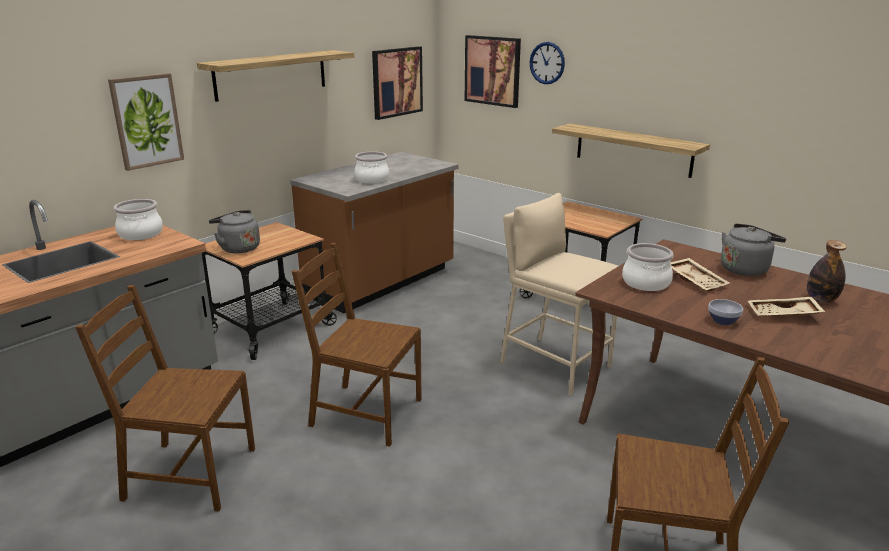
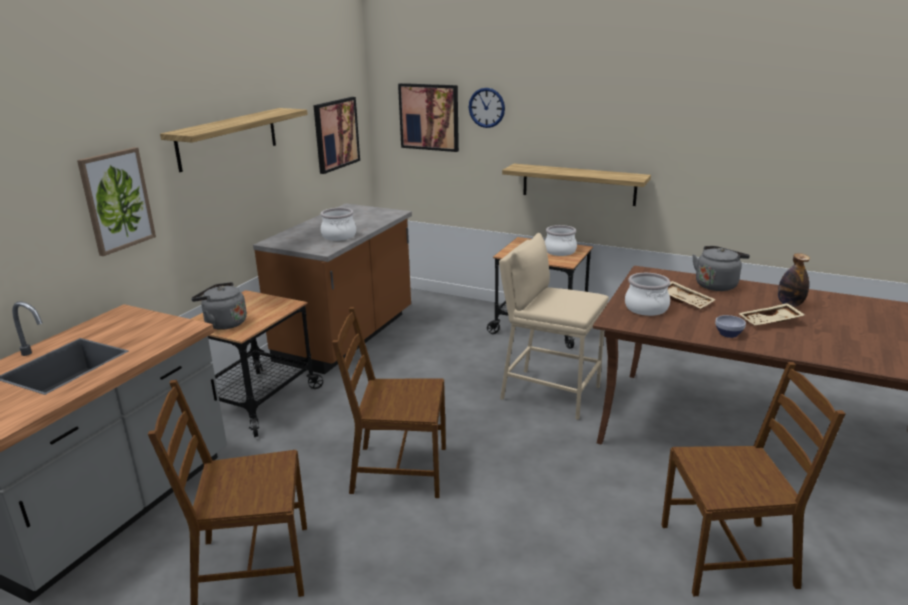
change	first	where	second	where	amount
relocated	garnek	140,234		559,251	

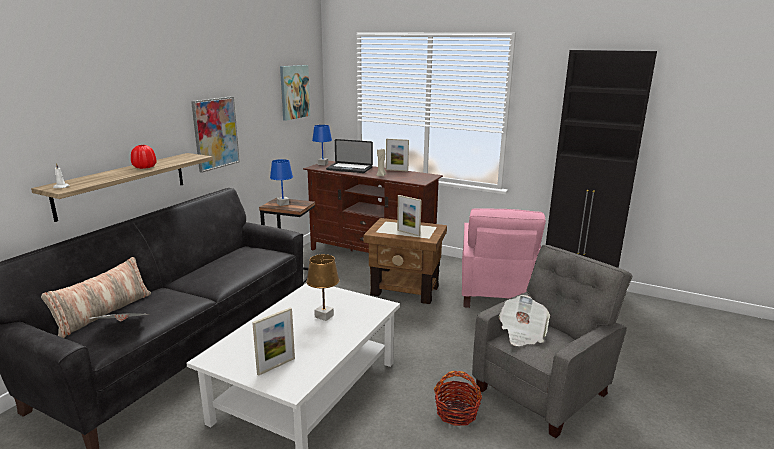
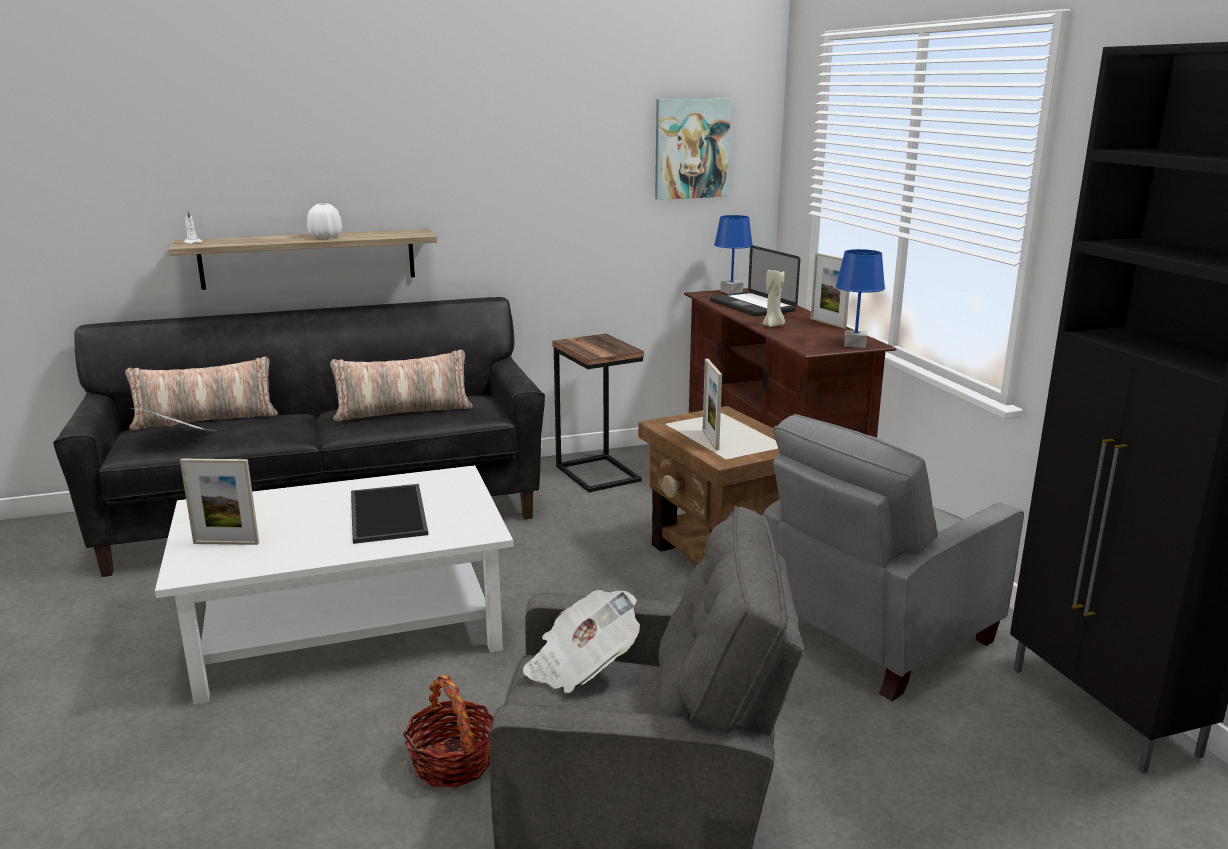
change	first	where	second	where	amount
missing	obraz	215,133			
appeared			poduszka	403,411	
relocated	lampa stołowa [niebieski]	283,204		855,345	
exchanged	lampa stołowa [brązowy]	324,316	taca	390,514	
colour	wazon [czerwony]	145,167	wazon [biały]	326,237	
colour	fotel [różowy]	495,294	fotel [szary]	875,636	

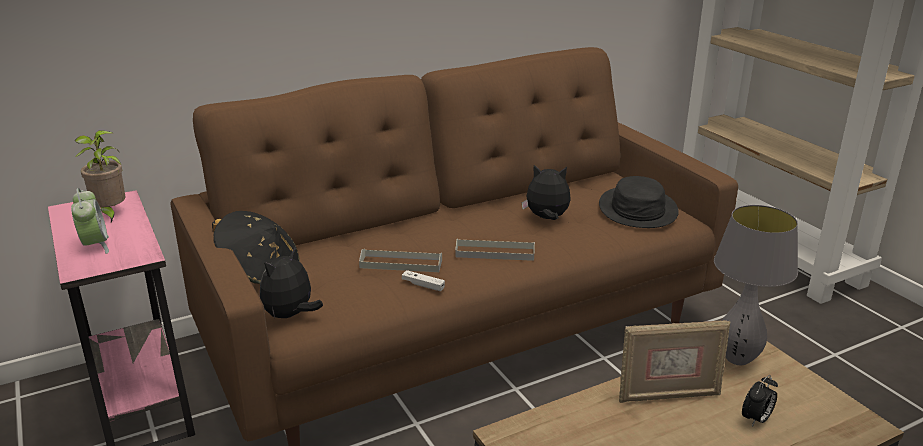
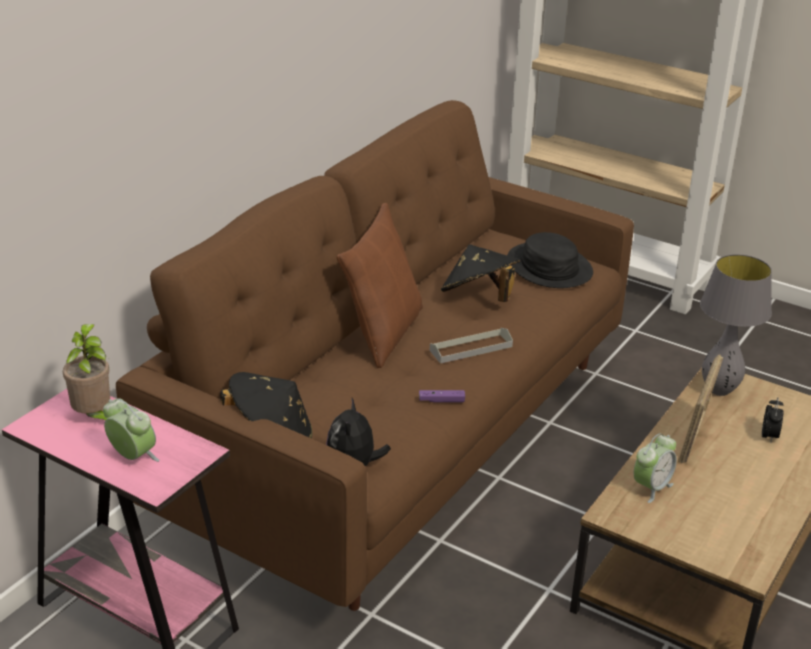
change	first	where	second	where	amount
missing	taca [szary]	401,264			
appeared			poduszka [brązowy]	382,333	
appeared			budzik	651,488	
exchanged	pluszak	547,218	kapelusz [czarny]	479,298	
colour	pad do gier [biały]	423,285	pad do gier [fioletowy]	441,401	
spun	ramka na zdjęcie	668,395		695,438	150 degrees clockwise

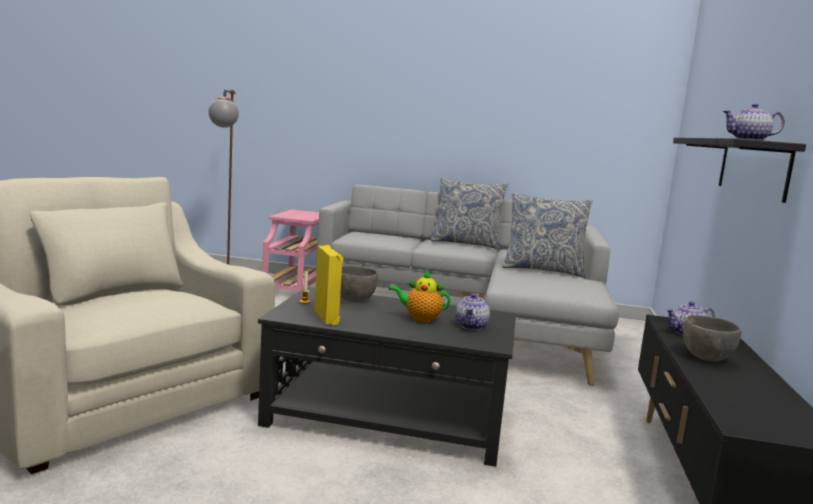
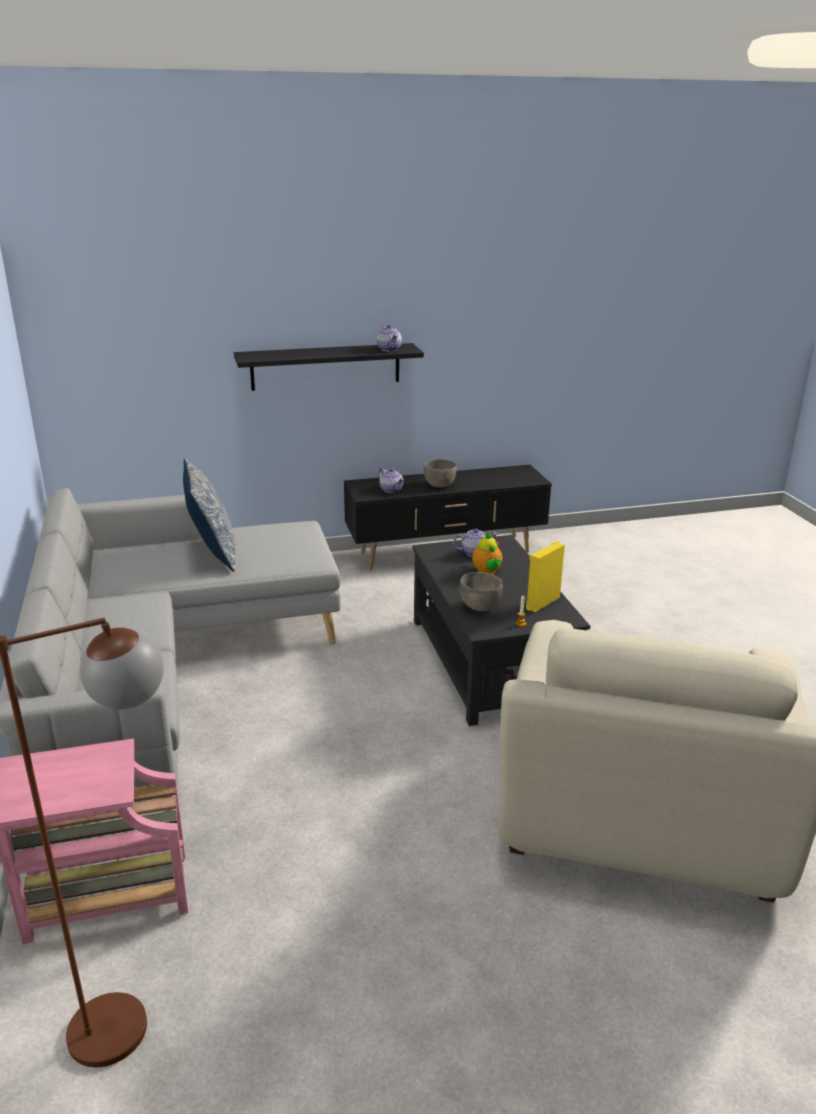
change	first	where	second	where	amount
missing	poduszka	466,243			

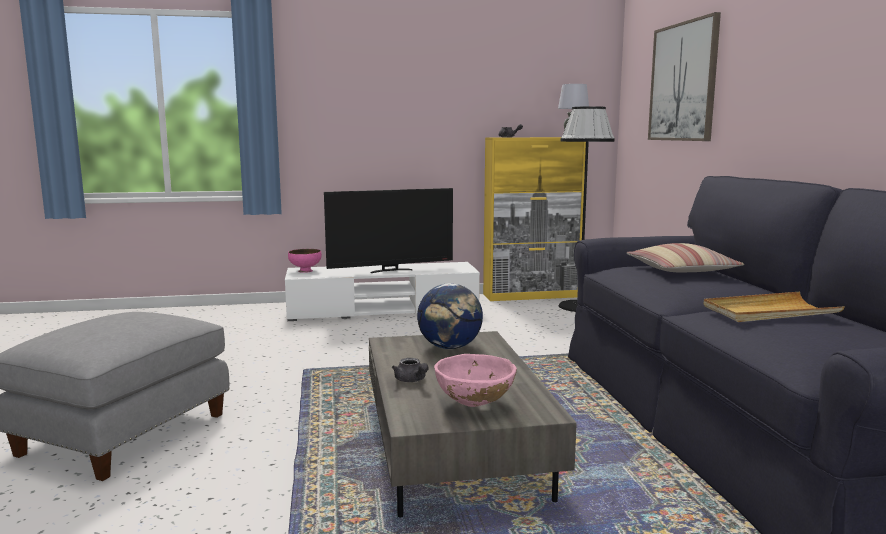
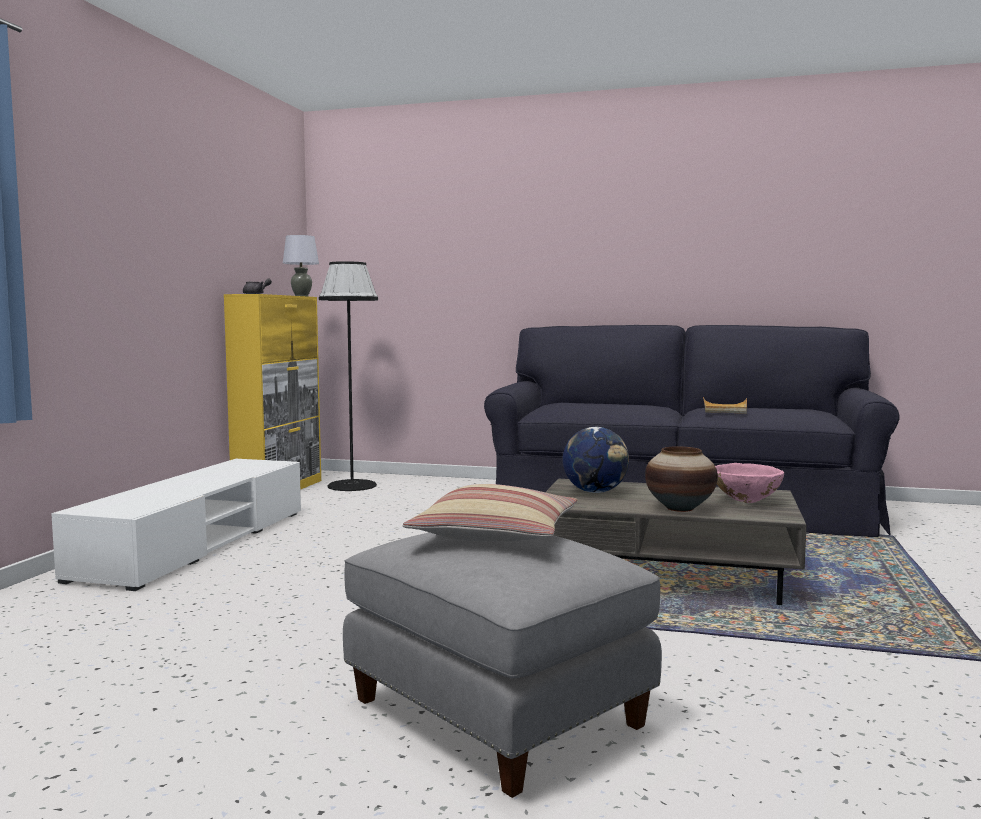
change	first	where	second	where	amount
missing	miska [różowy]	305,271			
missing	telewizor	390,270			
missing	obraz	683,82			
relocated	poduszka	681,271		495,534	
exchanged	imbryk [szary]	411,380	wazon	680,508	

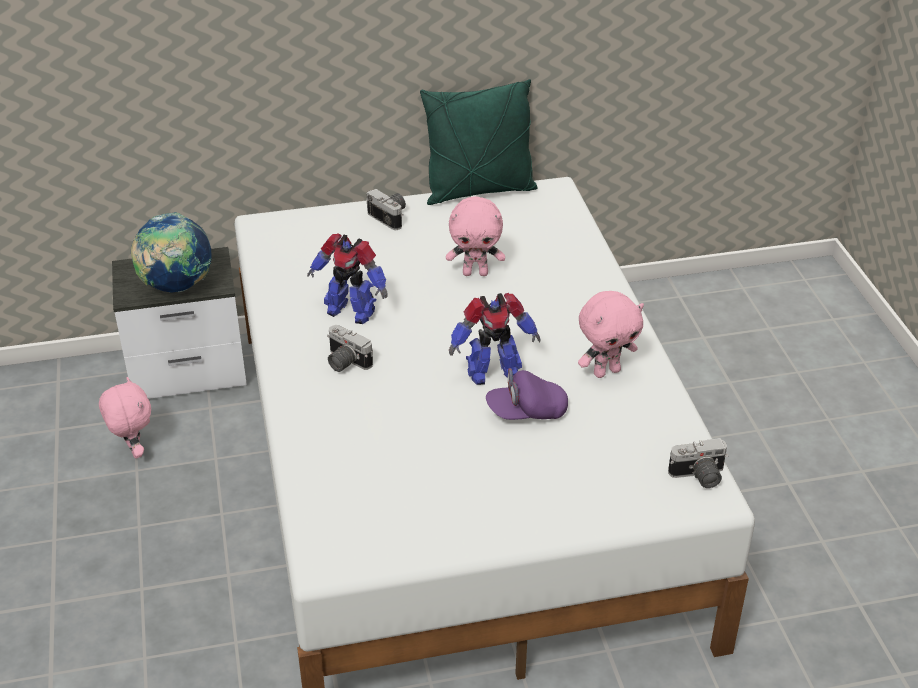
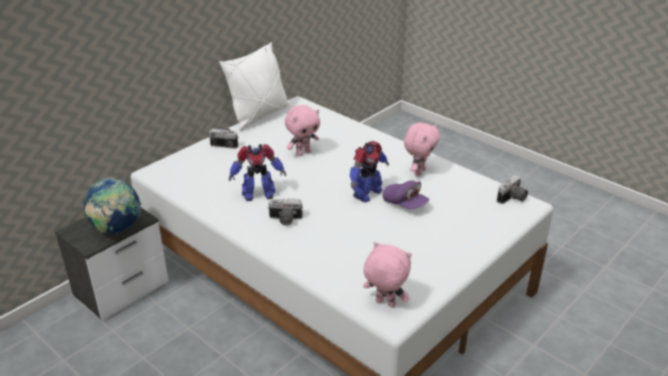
change	first	where	second	where	amount
relocated	pluszak [różowy]	133,451		384,304	
colour	poduszka [zielony]	479,190	poduszka [biały]	259,116	
spun	czapka z daszkiem [fioletowy]	526,412		405,204	90 degrees counterclockwise

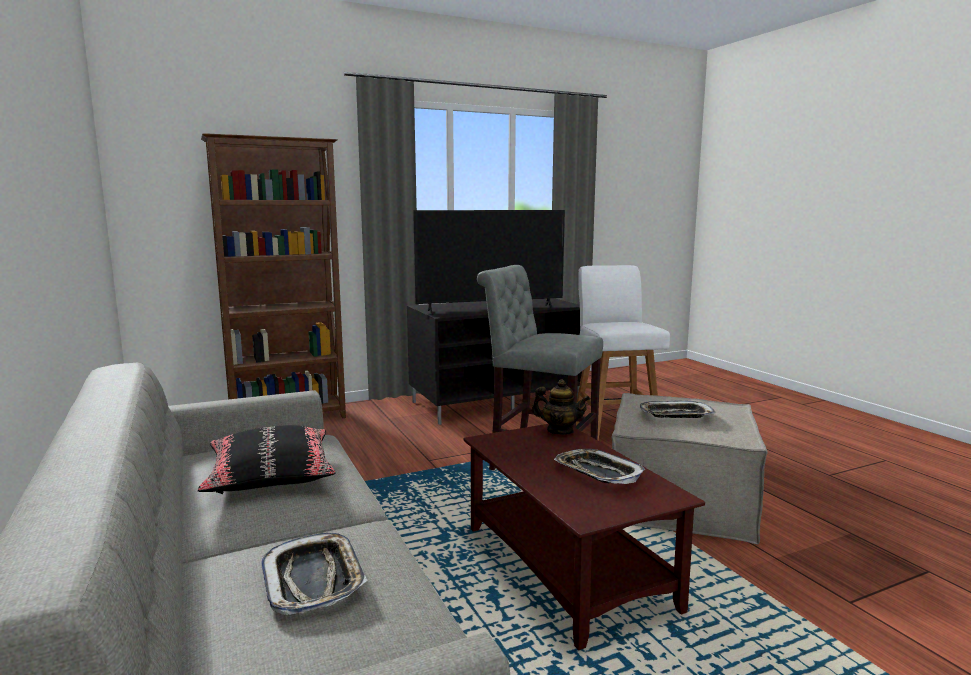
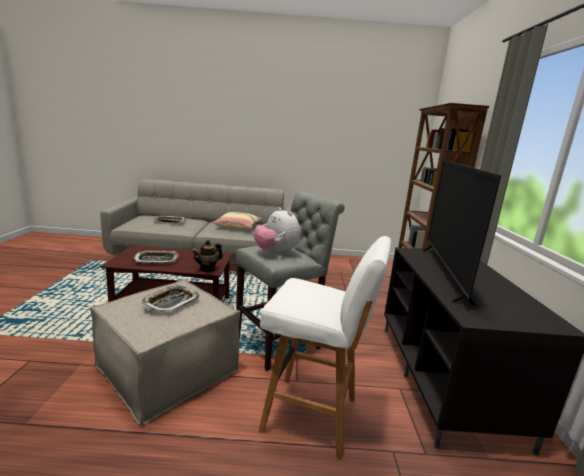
change	first	where	second	where	amount
appeared			pluszak	276,252	
colour	poduszka [czarny]	270,475	poduszka [beżowy]	237,226	

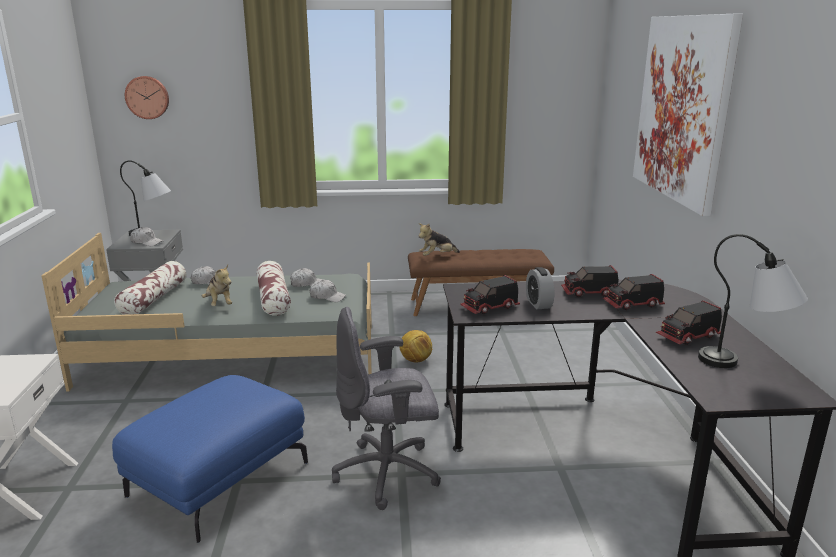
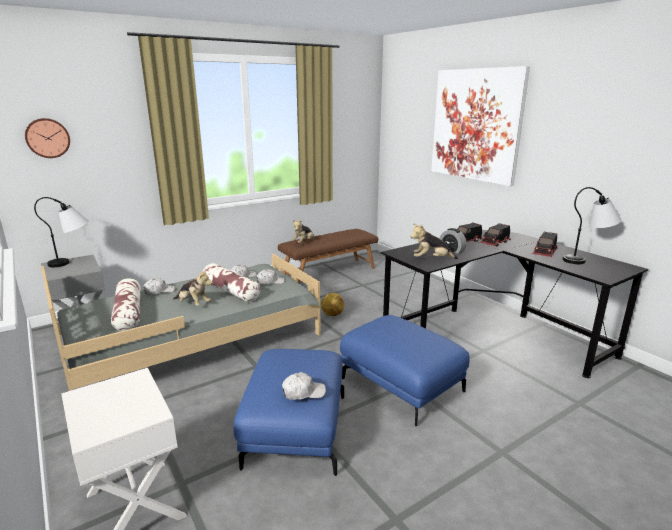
change	first	where	second	where	amount
relocated	czapka z daszkiem [biały]	147,242		303,392	
exchanged	krzesło biurowe [szary]	388,473	pufa [niebieski]	400,386	
exchanged	ciężarówka zabawkowa	490,308	pluszak	431,259	

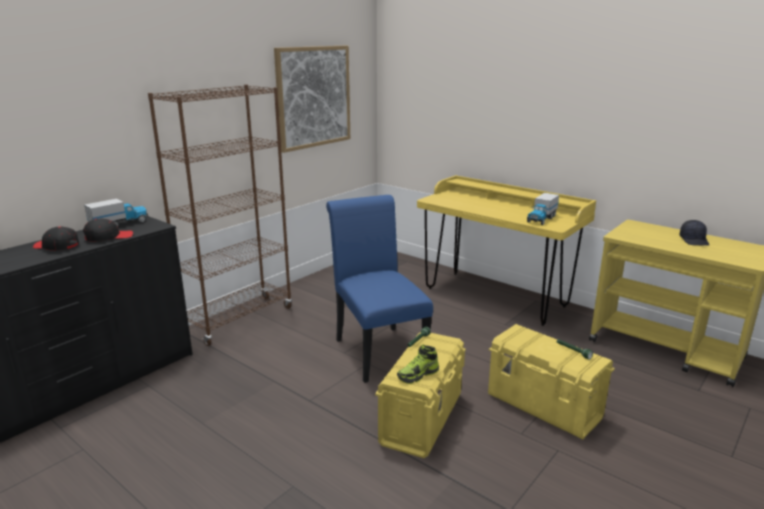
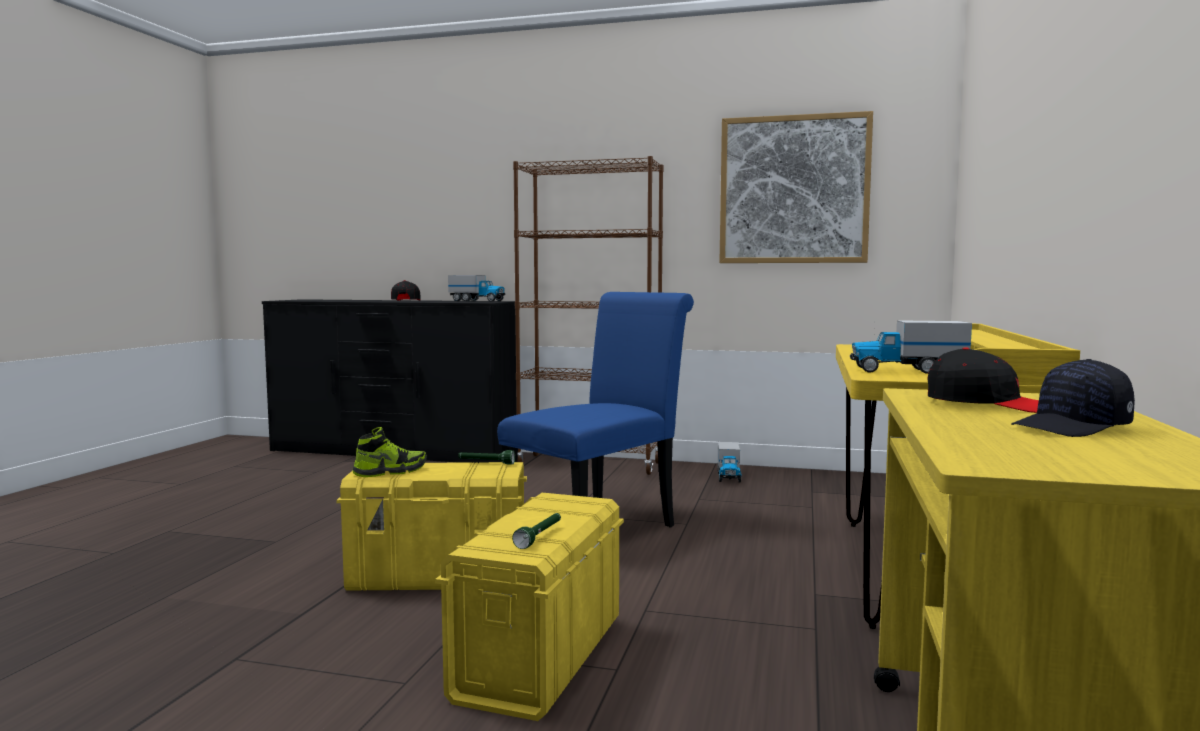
change	first	where	second	where	amount
appeared			ciężarówka zabawkowa	728,476	
relocated	czapka z daszkiem [czarny]	108,237		988,404	
spun	but	418,375		390,471	120 degrees clockwise

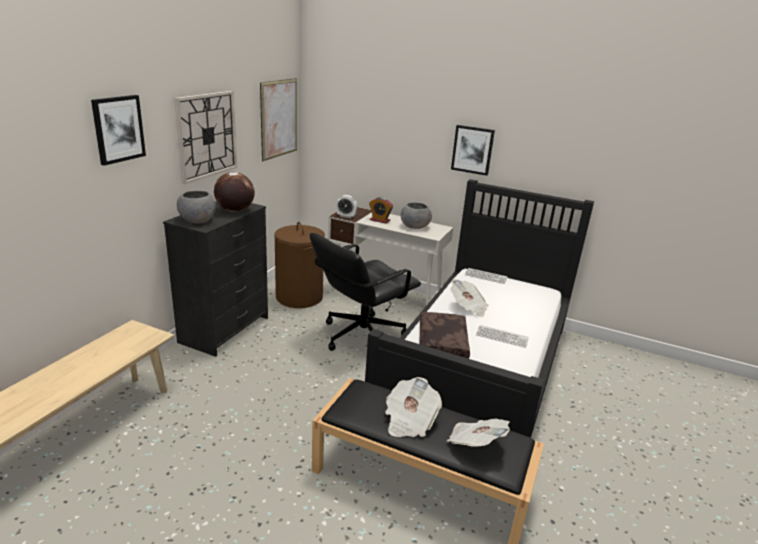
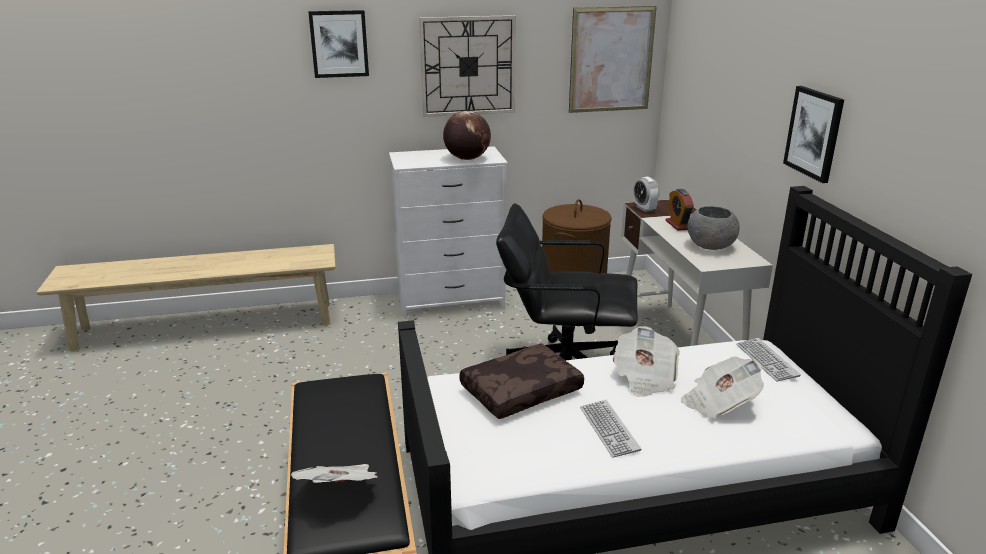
change	first	where	second	where	amount
missing	miska [szary]	197,220			
relocated	gazeta	409,420		719,403	
colour	komoda [czarny]	225,330	komoda [biały]	450,301	

